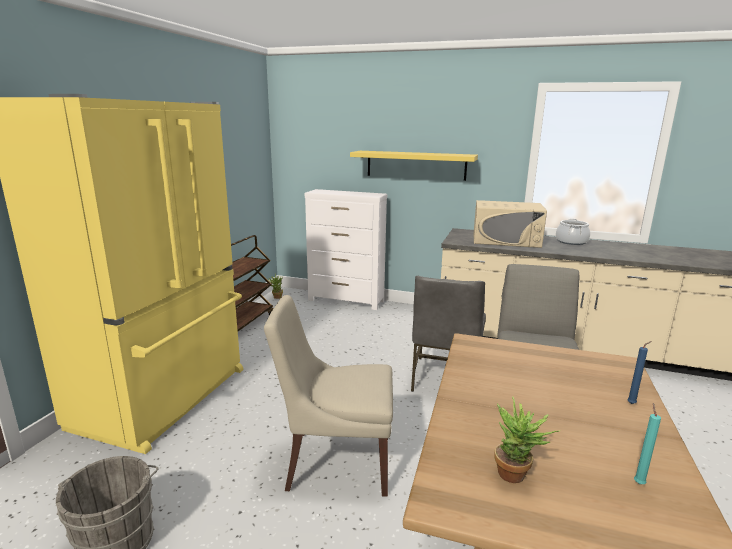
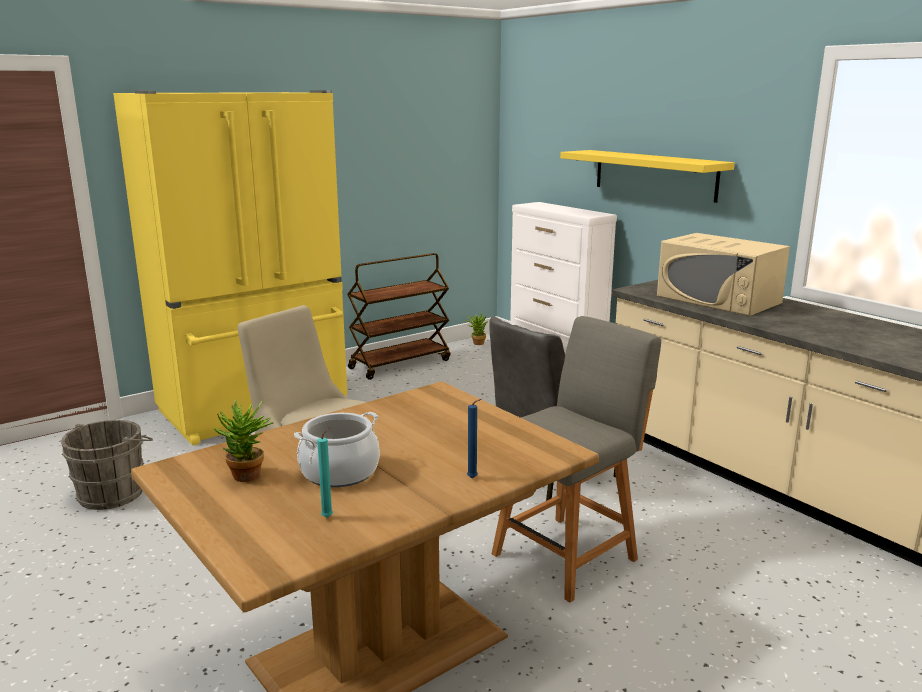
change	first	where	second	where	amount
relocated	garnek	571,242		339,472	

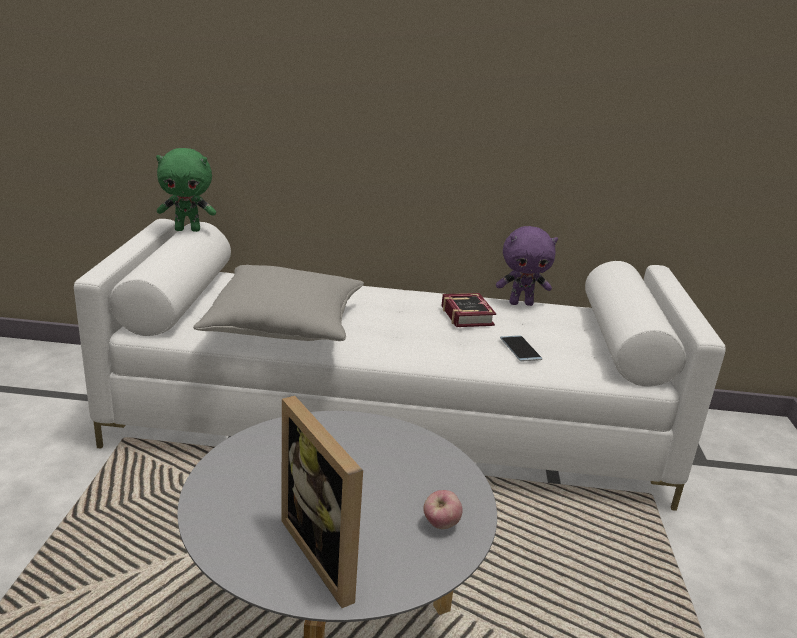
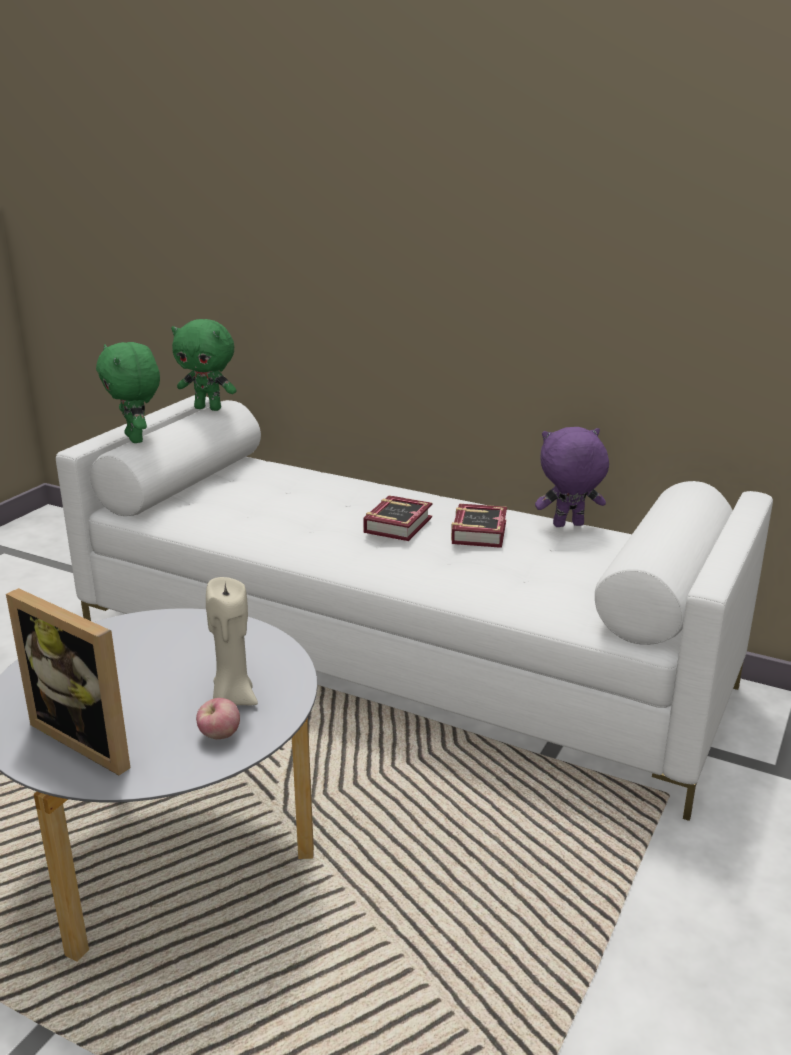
change	first	where	second	where	amount
missing	poduszka [szary]	285,325			
missing	telefon	520,349			
appeared			pluszak [zielony]	136,439	
appeared			świeca [beżowy]	233,699	
appeared			książka	401,524	
spun	ramka na zdjęcie	330,553		92,737	45 degrees counterclockwise
spun	pluszak [fioletowy]	521,303		568,526	150 degrees clockwise

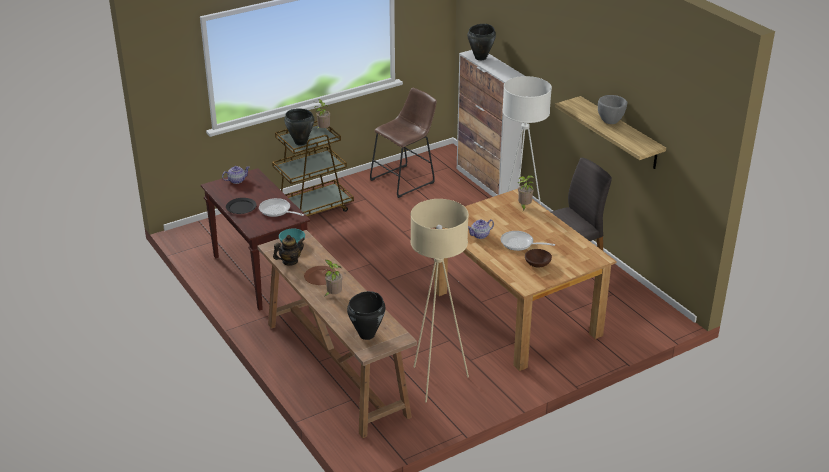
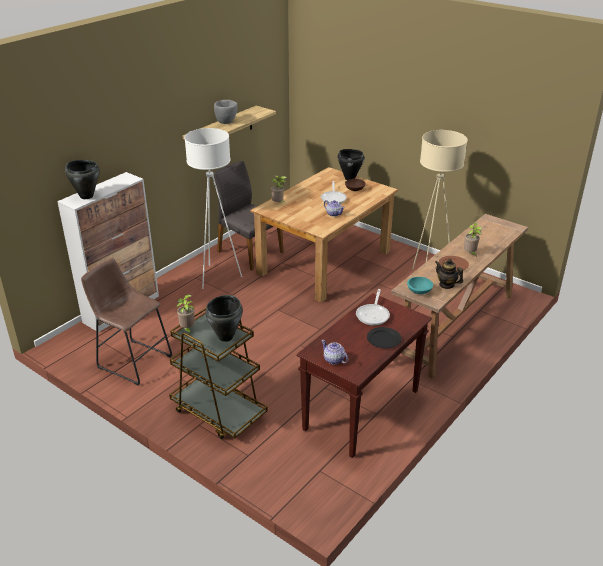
change	first	where	second	where	amount
relocated	garnek [czarny]	367,335		349,178	

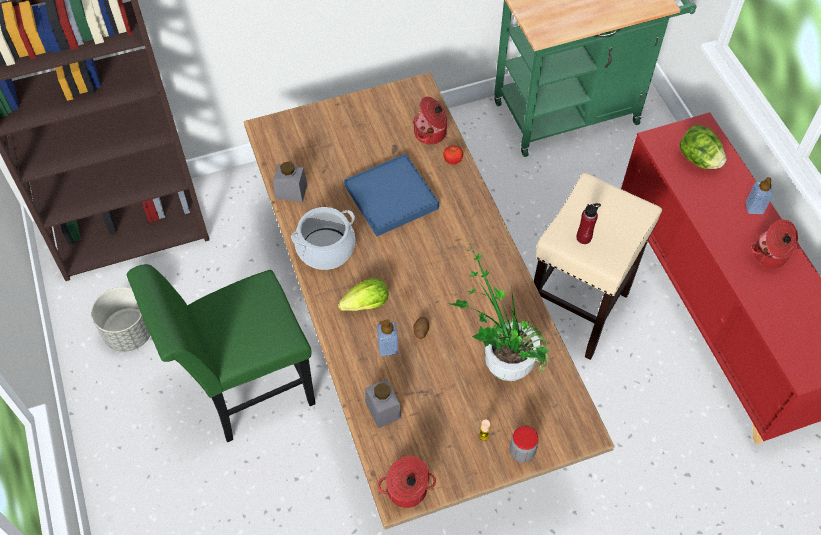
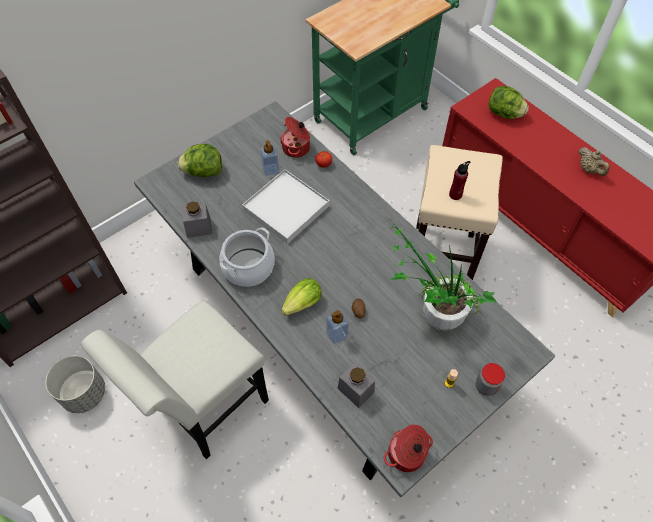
change	first	where	second	where	amount
appeared			sałata	203,172	
relocated	dozownik mydła	754,207		270,170	
exchanged	garnek	770,256	imbryk [beżowy]	589,169	
colour	krzesło [zielony]	245,389	krzesło [biały]	204,408	
colour	stół jadalny [brązowy]	409,345	stół jadalny [szary]	326,326	
colour	taca [niebieski]	391,197	taca [biały]	286,208	

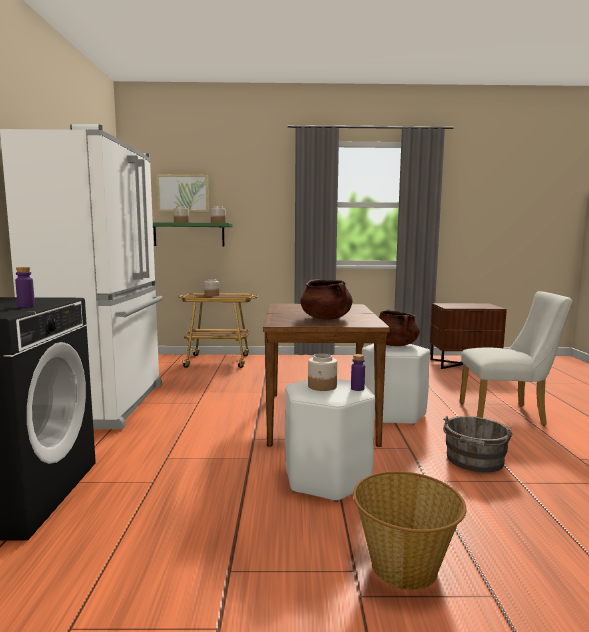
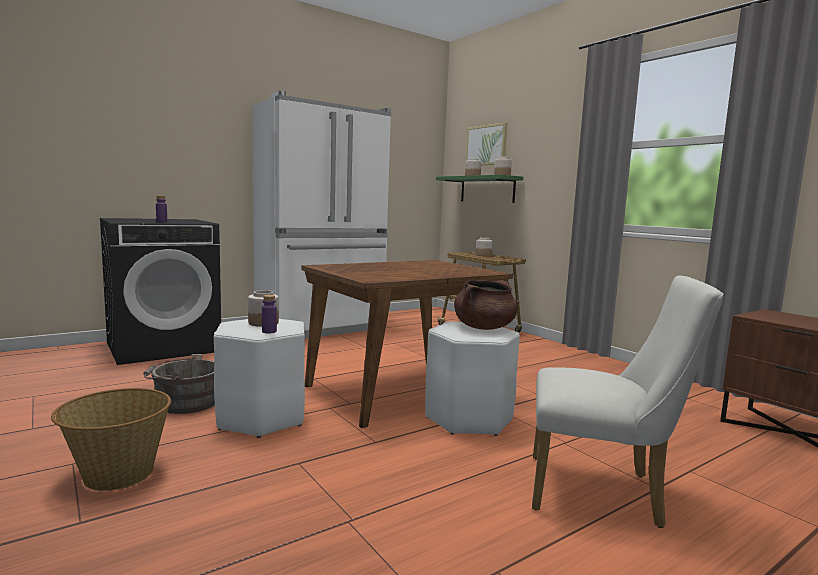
change	first	where	second	where	amount
missing	garnek [brązowy]	326,319			
relocated	wiadro [szary]	474,461		184,403	
spun	krzesło [biały]	507,414		604,492	45 degrees counterclockwise

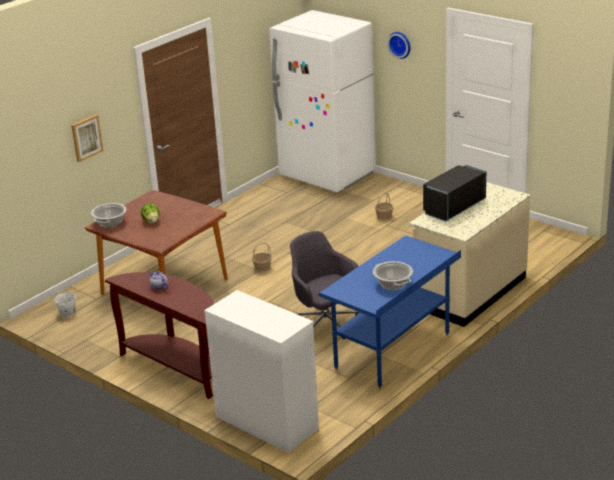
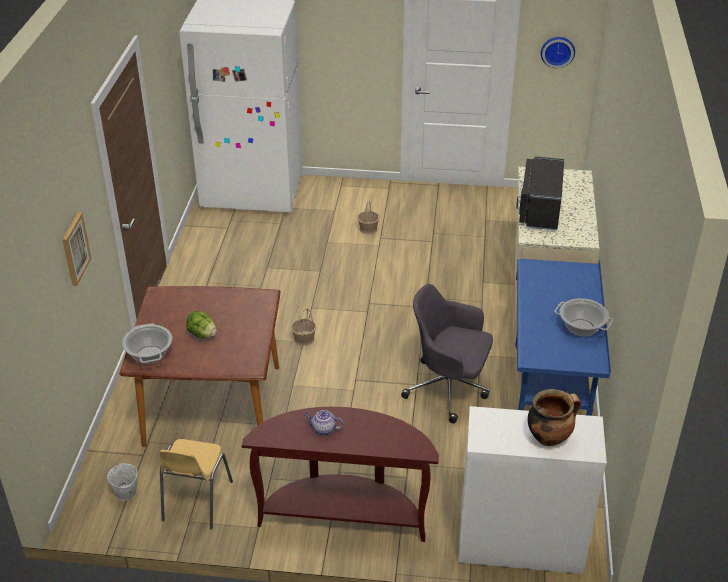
change	first	where	second	where	amount
appeared			krzesło [żółty]	196,501	
appeared			garnek	549,437	
relocated	zegar ścienny	400,44		557,51	

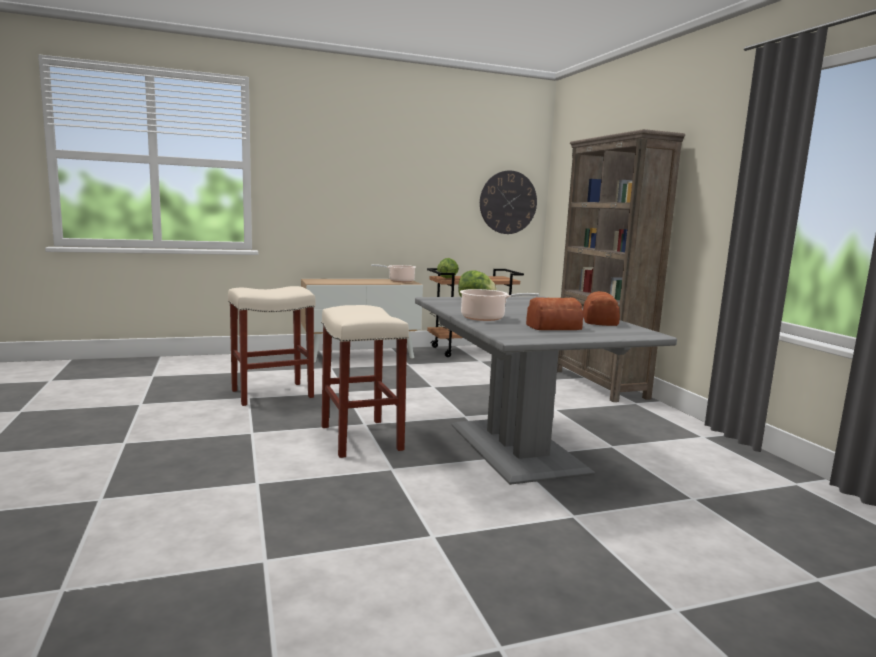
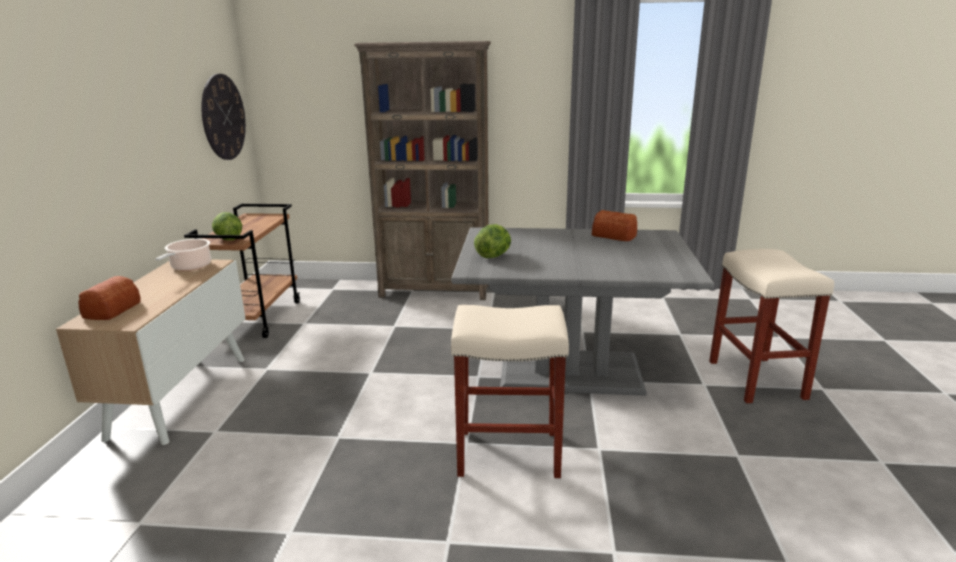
change	first	where	second	where	amount
missing	garnek	486,318			
relocated	stołek [beżowy]	271,394		757,380	
relocated	chleb	552,327		110,310	

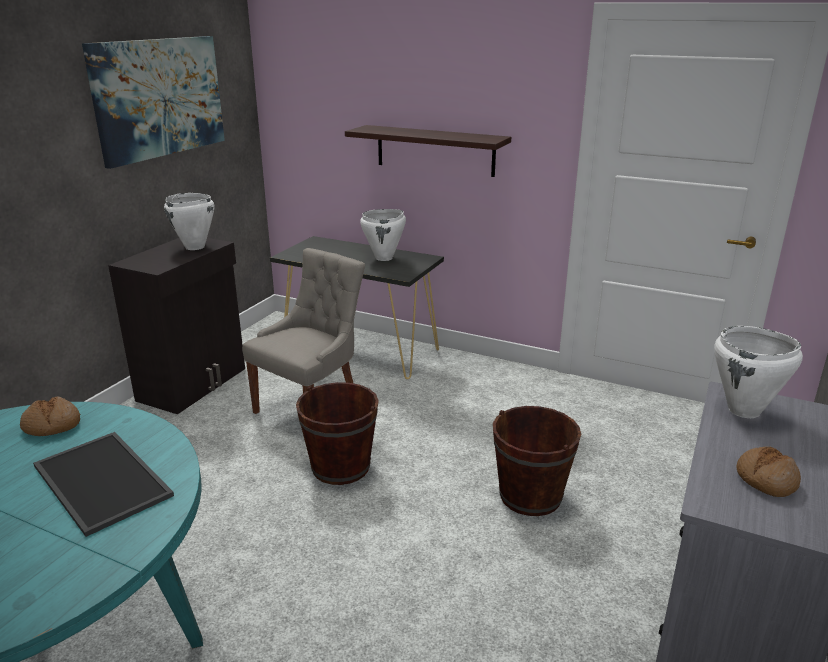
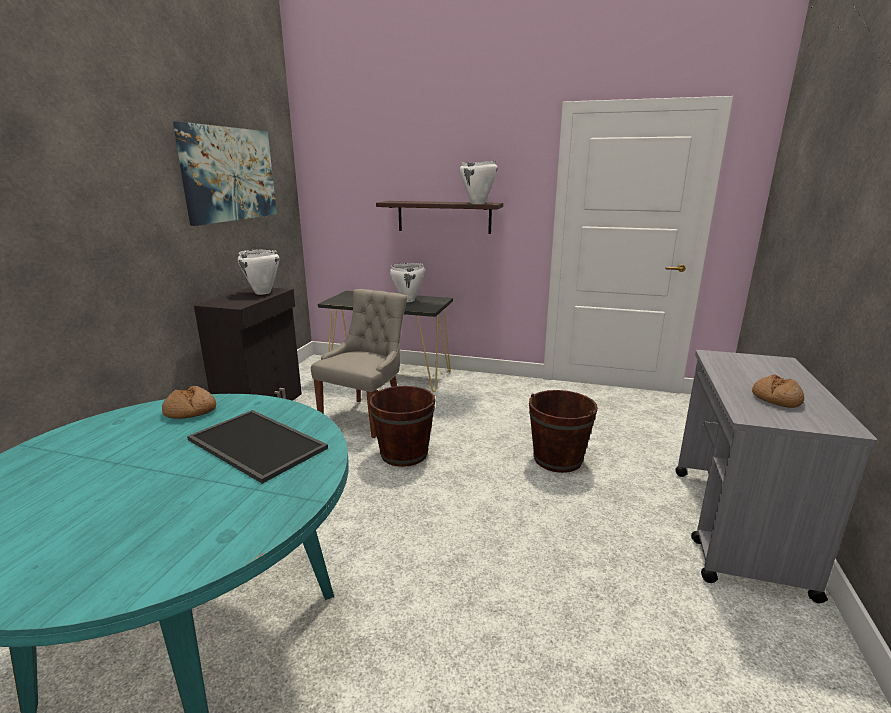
change	first	where	second	where	amount
relocated	garnek [biały]	744,411		478,203	

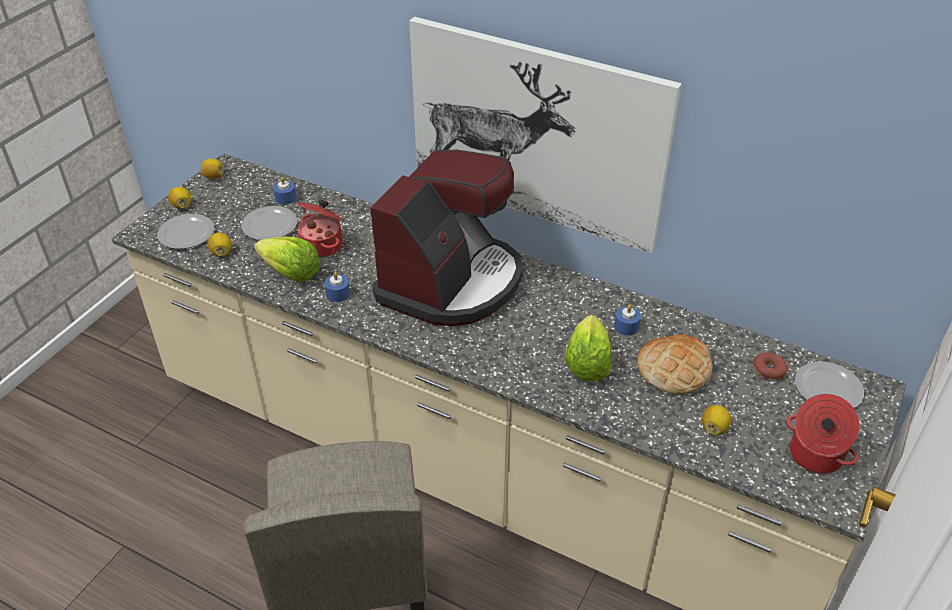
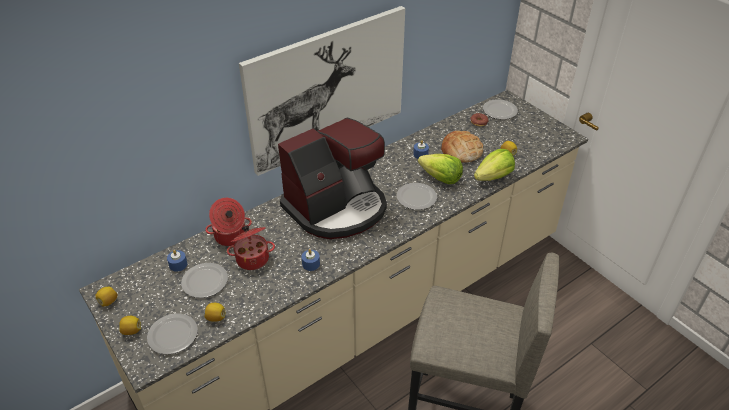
change	first	where	second	where	amount
appeared			talerz	416,198	
relocated	sałata	290,273		493,177	
relocated	garnek	814,455		230,236	
spun	ekspres do kawy	451,282		337,208	90 degrees clockwise

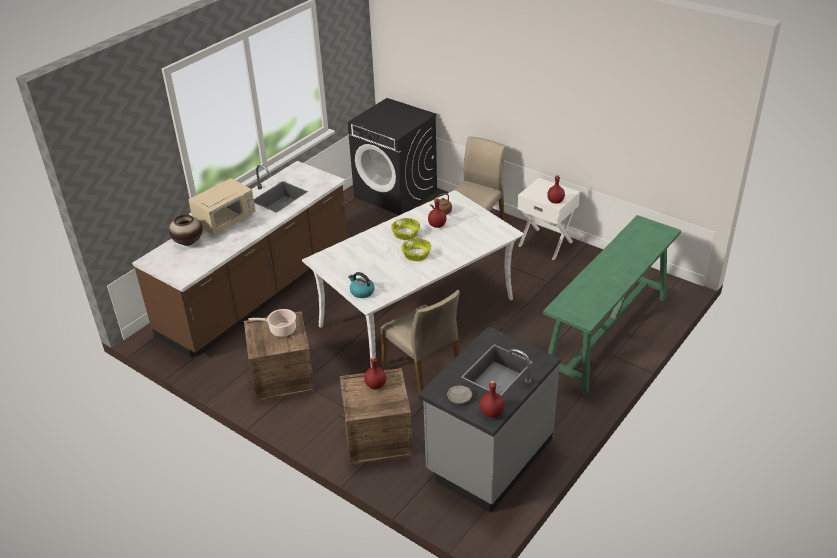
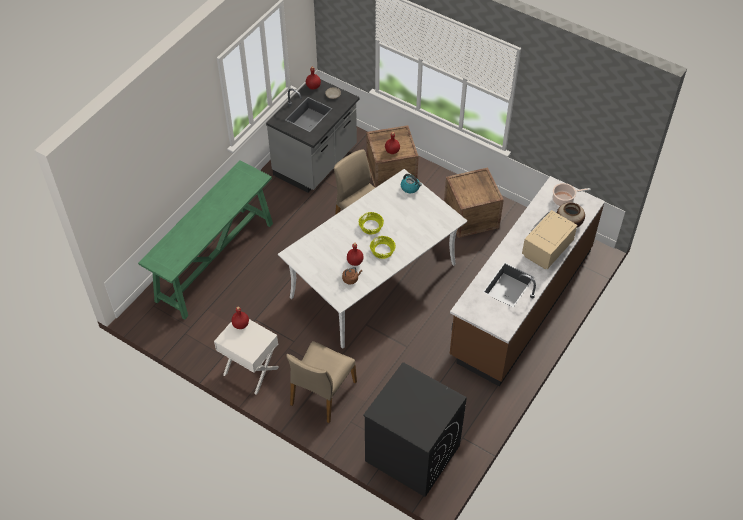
change	first	where	second	where	amount
relocated	garnek	281,330		564,199	

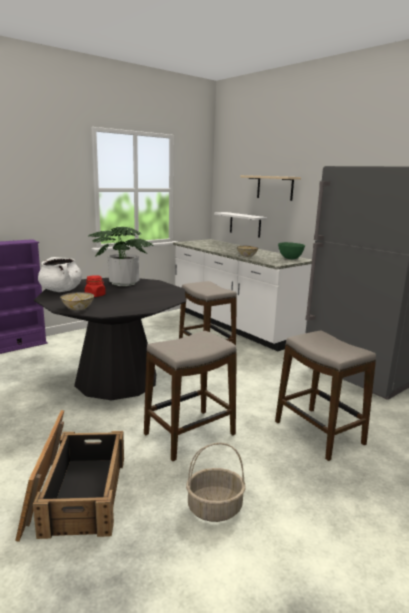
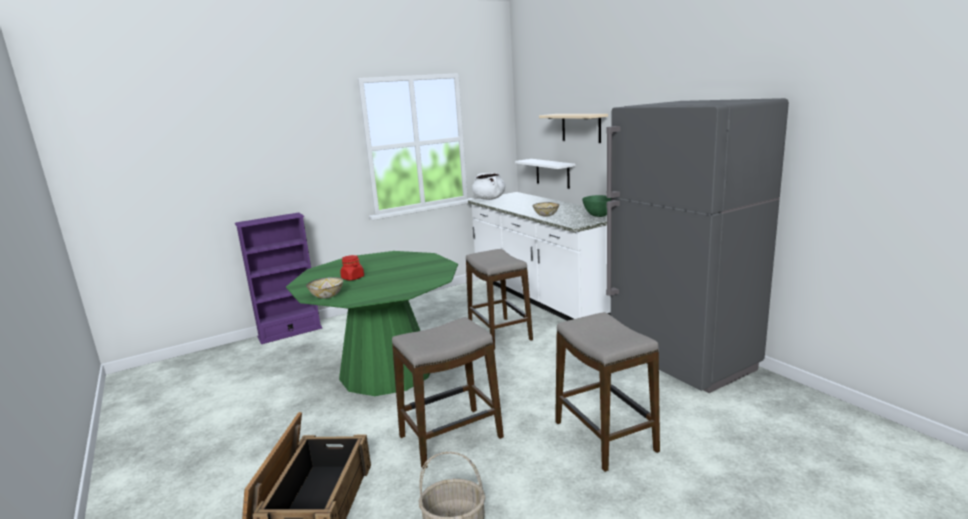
change	first	where	second	where	amount
missing	roślina doniczkowa	124,283			
relocated	garnek [biały]	61,290		489,199	
colour	stół jadalny [czarny]	116,379	stół jadalny [zielony]	386,371	

